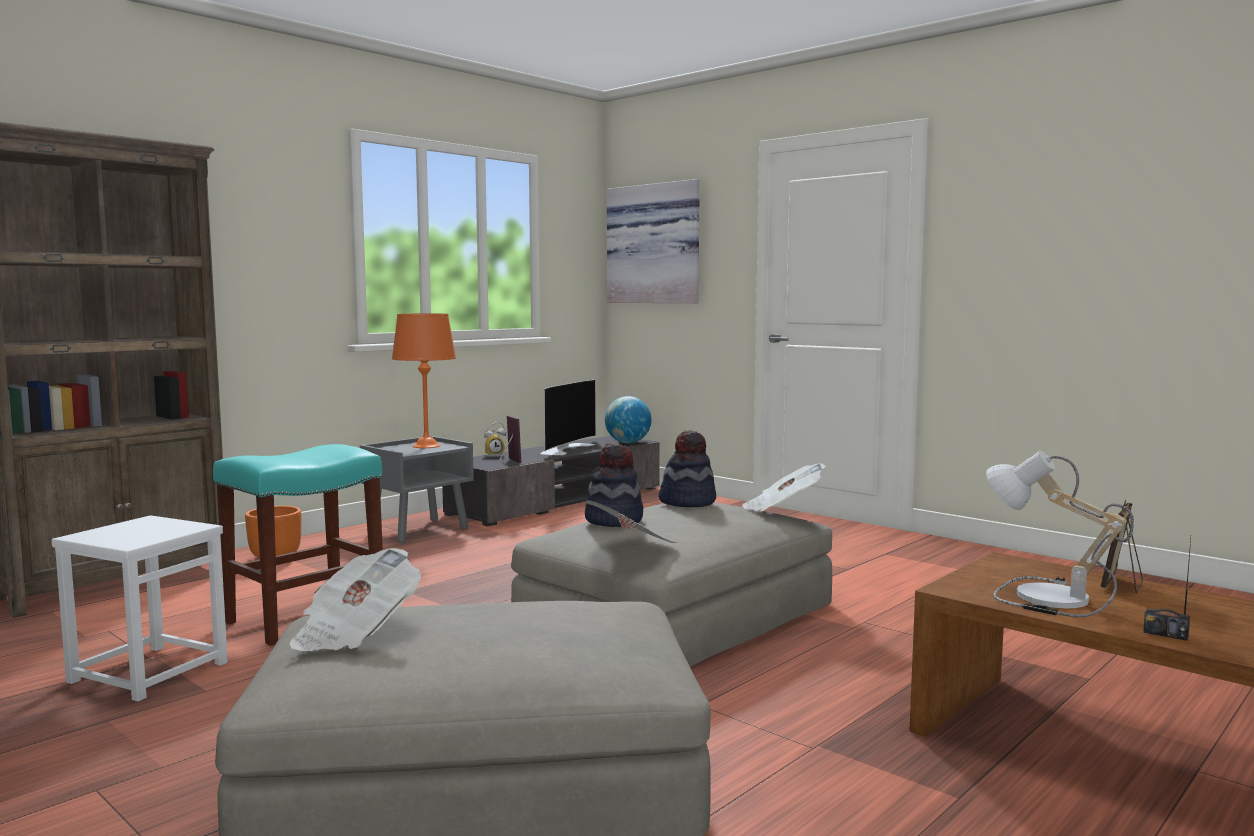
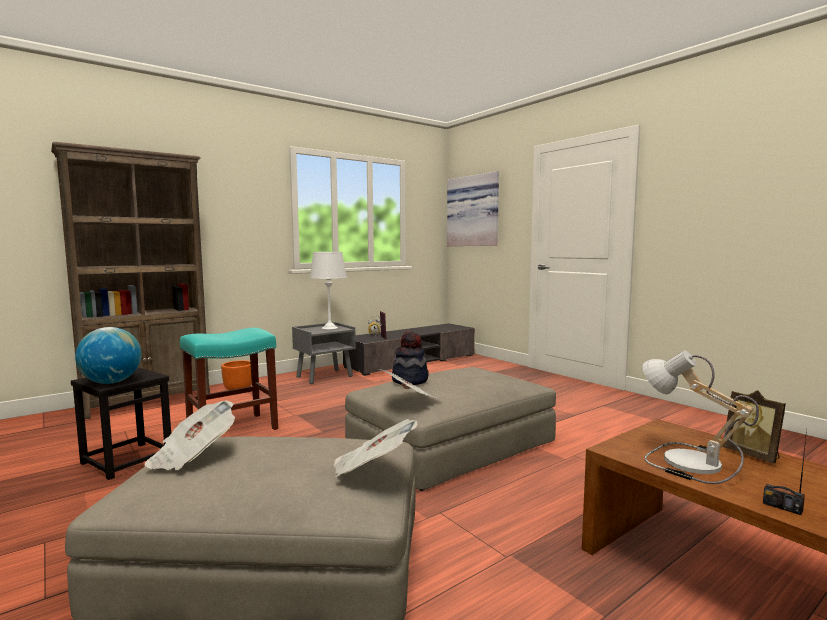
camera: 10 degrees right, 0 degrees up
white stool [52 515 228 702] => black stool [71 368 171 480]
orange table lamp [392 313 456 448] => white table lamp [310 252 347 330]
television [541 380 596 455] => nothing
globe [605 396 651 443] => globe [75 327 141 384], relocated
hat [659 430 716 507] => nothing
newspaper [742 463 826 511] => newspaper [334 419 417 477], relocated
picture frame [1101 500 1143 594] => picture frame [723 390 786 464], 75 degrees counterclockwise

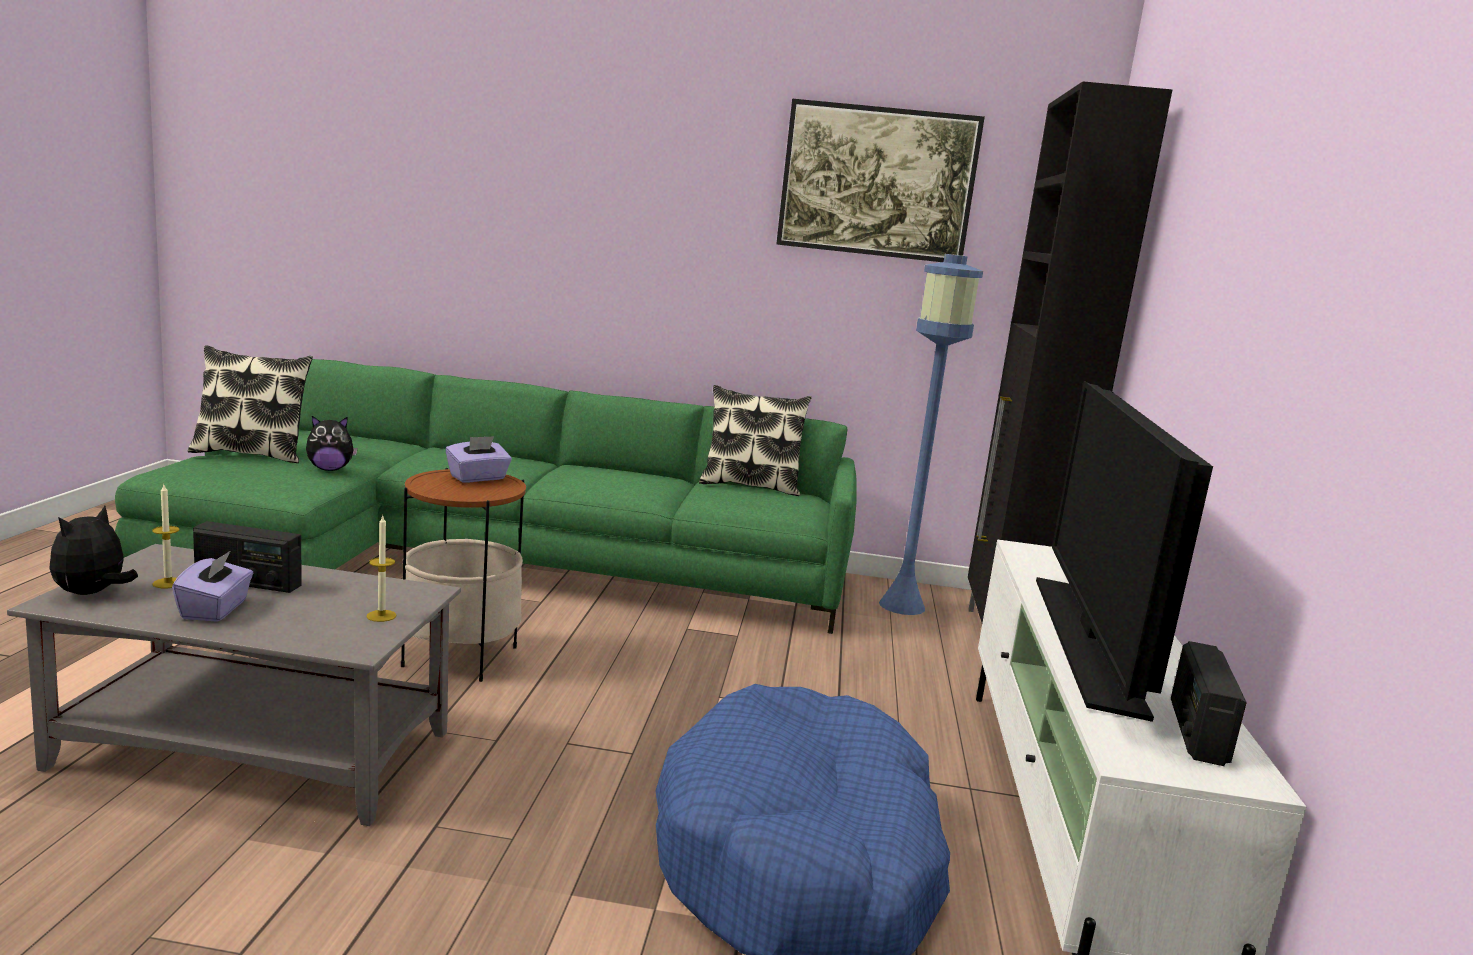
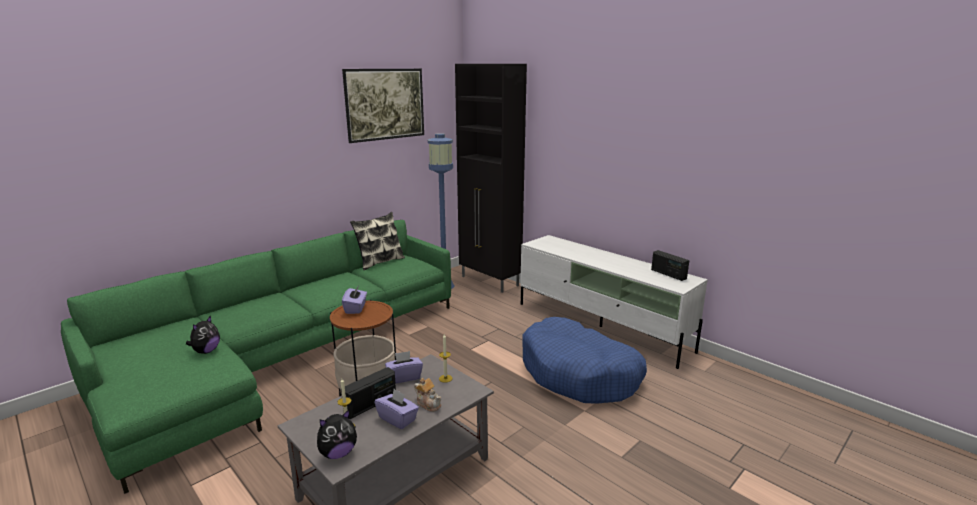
camera: 50 degrees left, 5 degrees up
plush toy [49 506 138 595] => plush toy [317 410 357 459], 90 degrees counterclockwise
pillow [188 345 313 463] => nothing
television [1036 381 1213 722] => nothing
nothing => purple tissue box [385 351 423 384]
nothing => teapot [414 378 441 412]

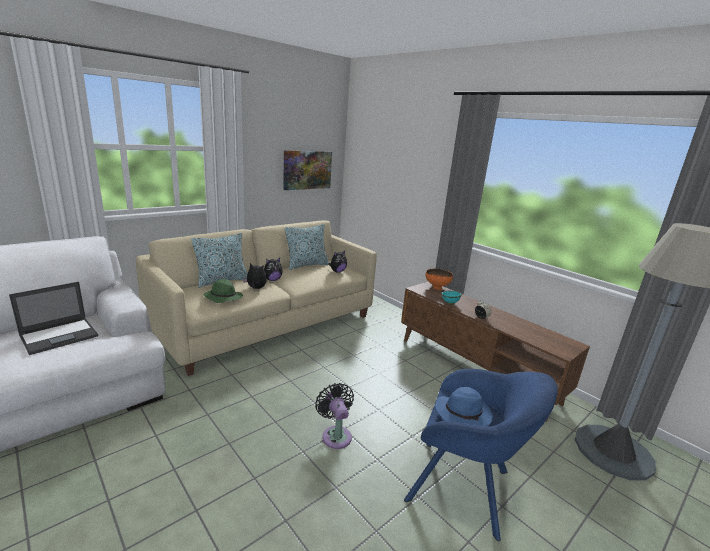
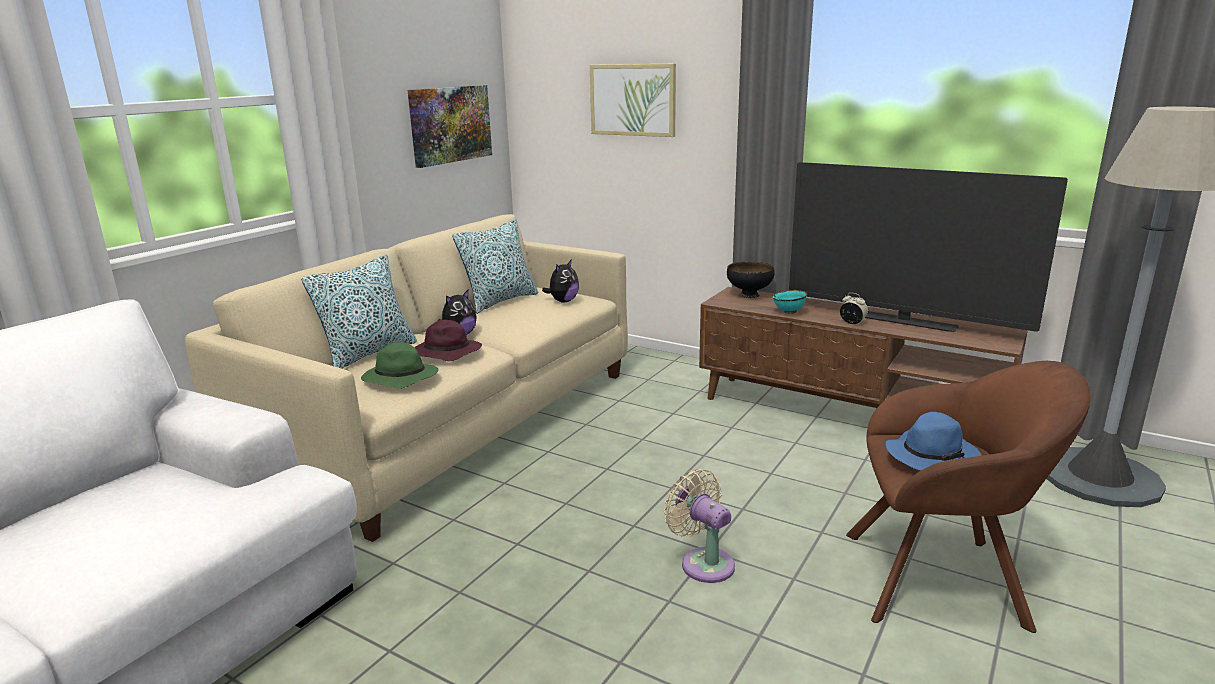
camera: 15 degrees left, 0 degrees up
laptop [9 282 98 355] => nothing
plush toy [243 263 267 289] => purple hat [415 320 482 361]
black fan [315 383 354 449] => beige fan [664 469 735 583]
blue armchair [404 369 558 541] => brown armchair [846 361 1091 633]
orange bowl [426 269 453 290] => black bowl [727 262 775 298]
nothing => picture [590 64 676 137]
nothing => television [789 162 1068 332]

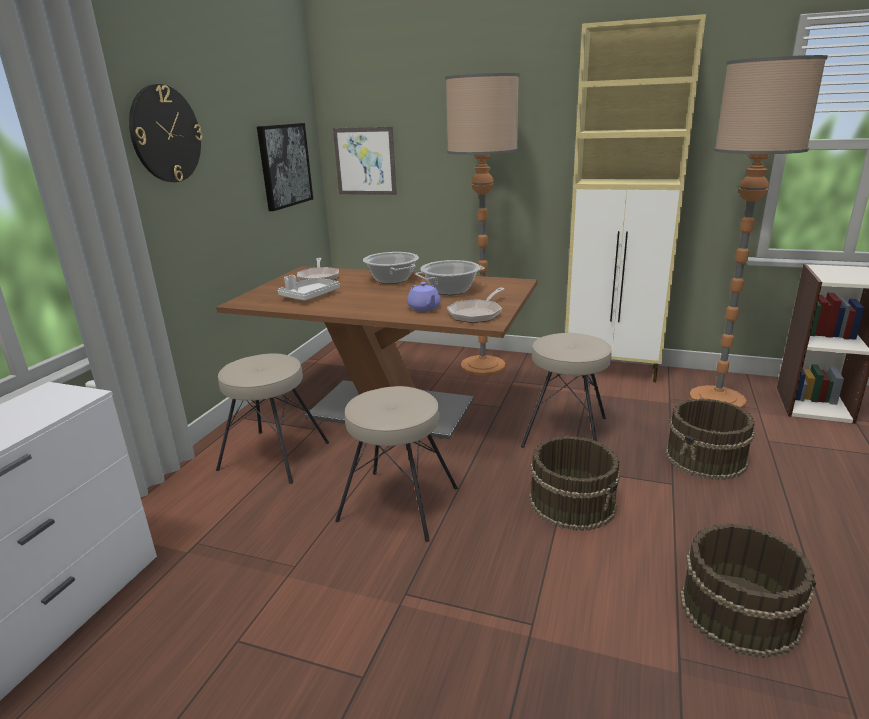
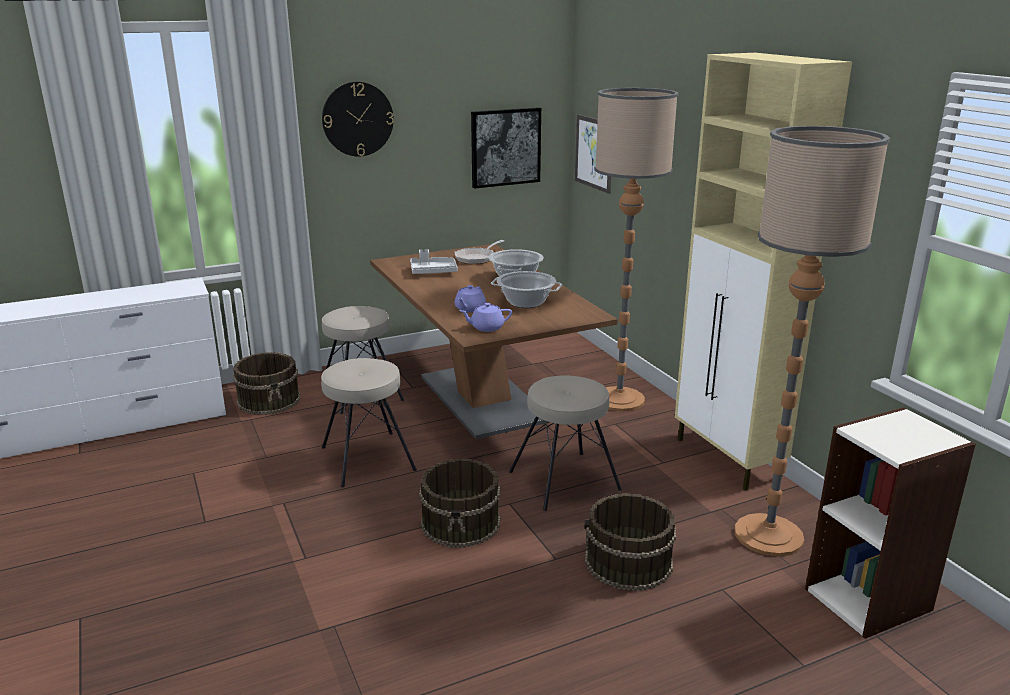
camera: 45 degrees right, 0 degrees up
frying pan [447 287 505 323] => purple teapot [459 303 512 332]
brown bucket [680 523 816 658] => brown bucket [233 352 301 415], relocated

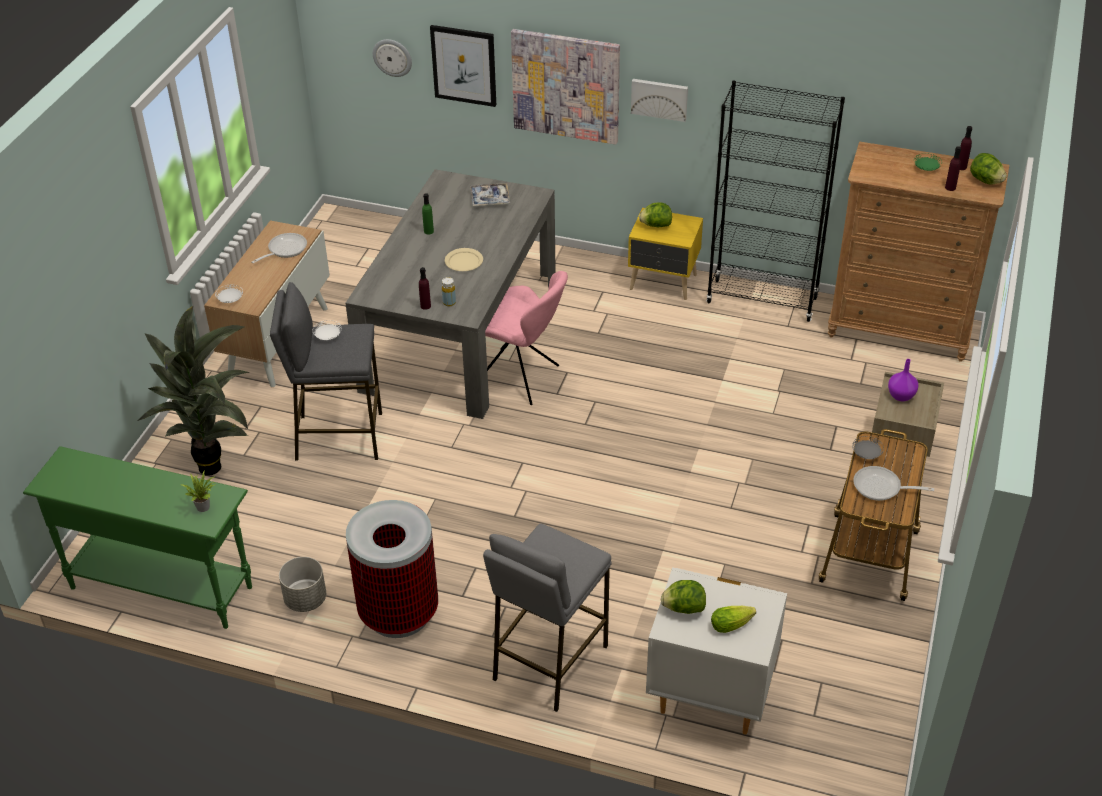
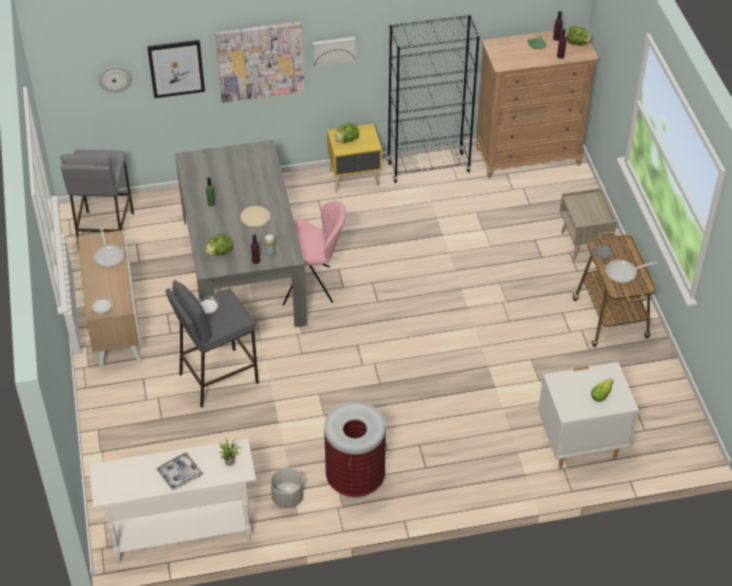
camera: 30 degrees left, 5 degrees up
green console table [23 446 252 629] => white console table [89 438 256 564]
potted plant [137 305 250 475] => nothing
frying pan [252 233 307 263] => frying pan [94 229 125 268], 150 degrees clockwise
tray [470 183 510 206] => tray [156 452 203 491], relocated
grey stool [483 523 612 712] => grey stool [60 150 134 251], relocated
lettuce [661 580 706 614] => lettuce [205 234 233 256], relocated
purple vase [888 359 918 401] => nothing

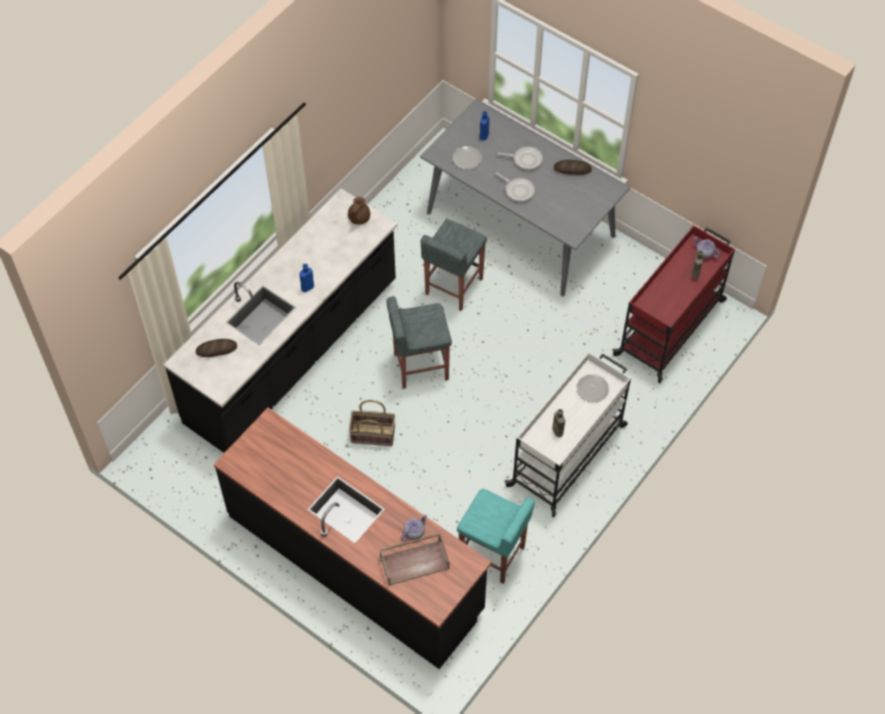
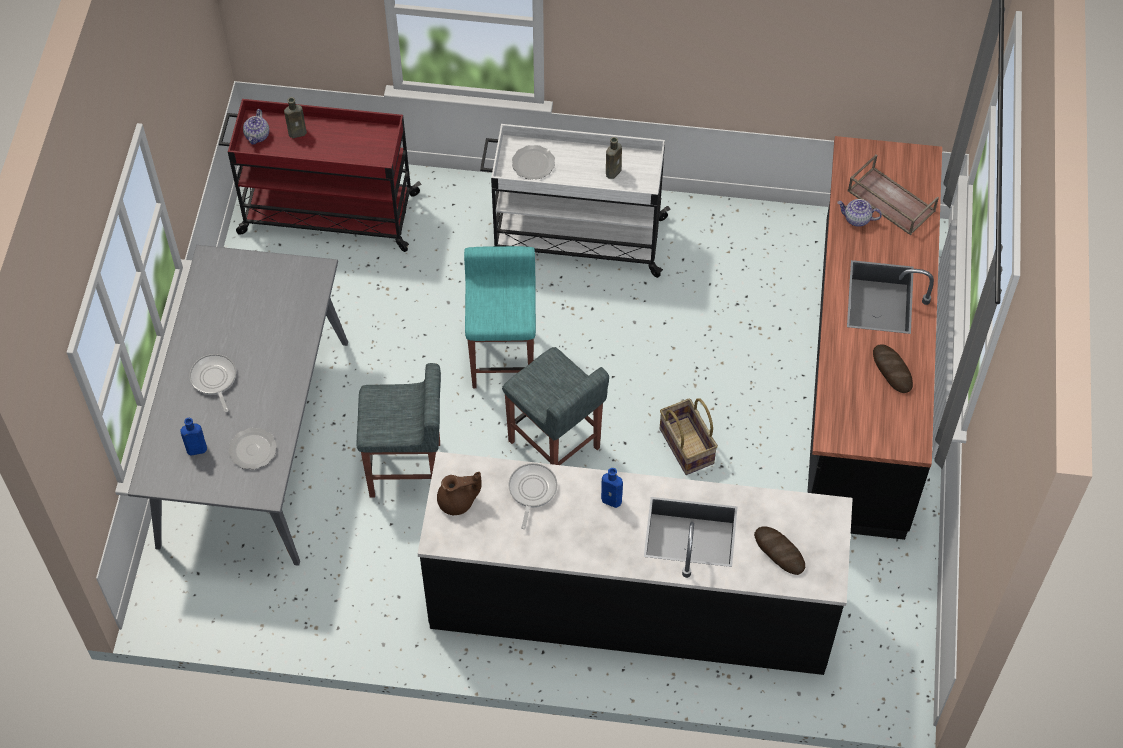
camera: 120 degrees left, 0 degrees up
turquoise stool [457 489 535 584] => turquoise stool [464 246 536 388], relocated
frying pan [496 172 535 202] => frying pan [508 463 557 529], relocated
bread [554 160 592 175] => bread [873 344 913 393], relocated

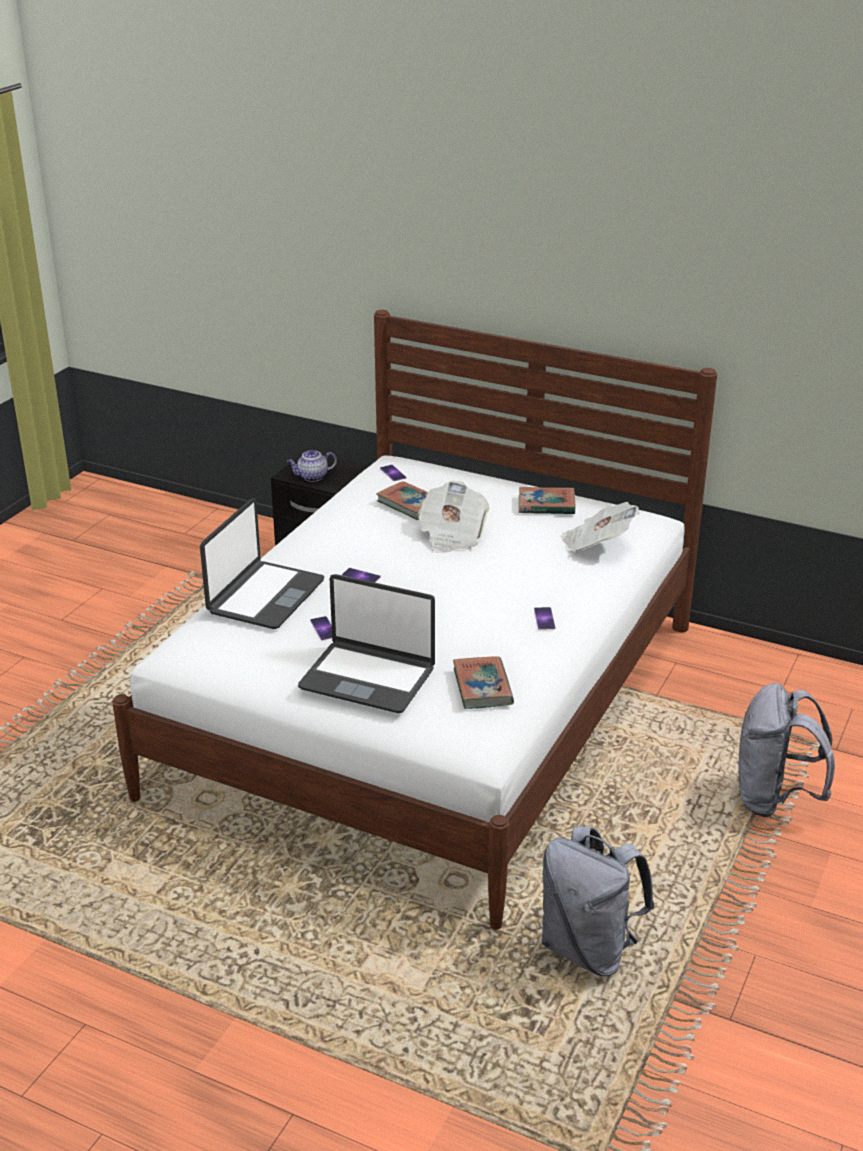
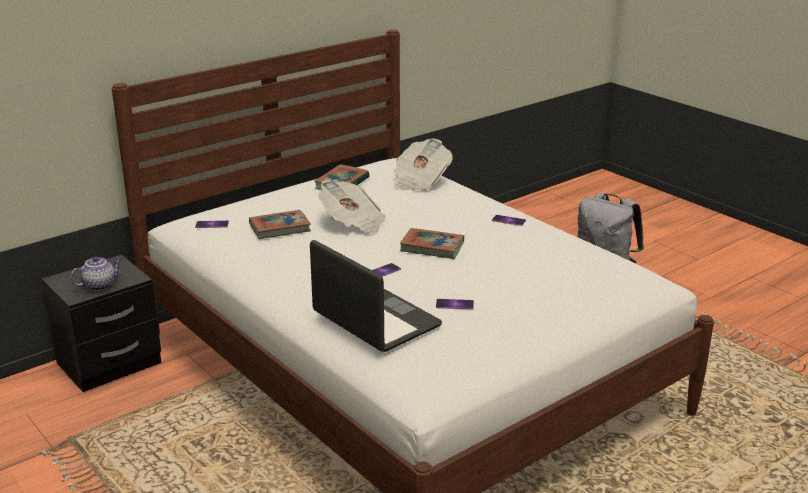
camera: 65 degrees left, 5 degrees down
teapot [287 450 337 482] => teapot [70 256 122 291], 135 degrees counterclockwise
laptop [298 574 435 713] => nothing
book [453 656 514 709] => book [400 228 464 259], relocated
grey backpack [541 826 654 976] => nothing

